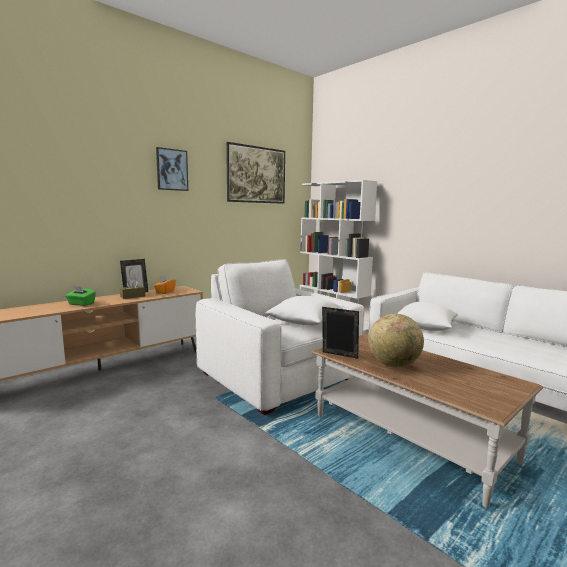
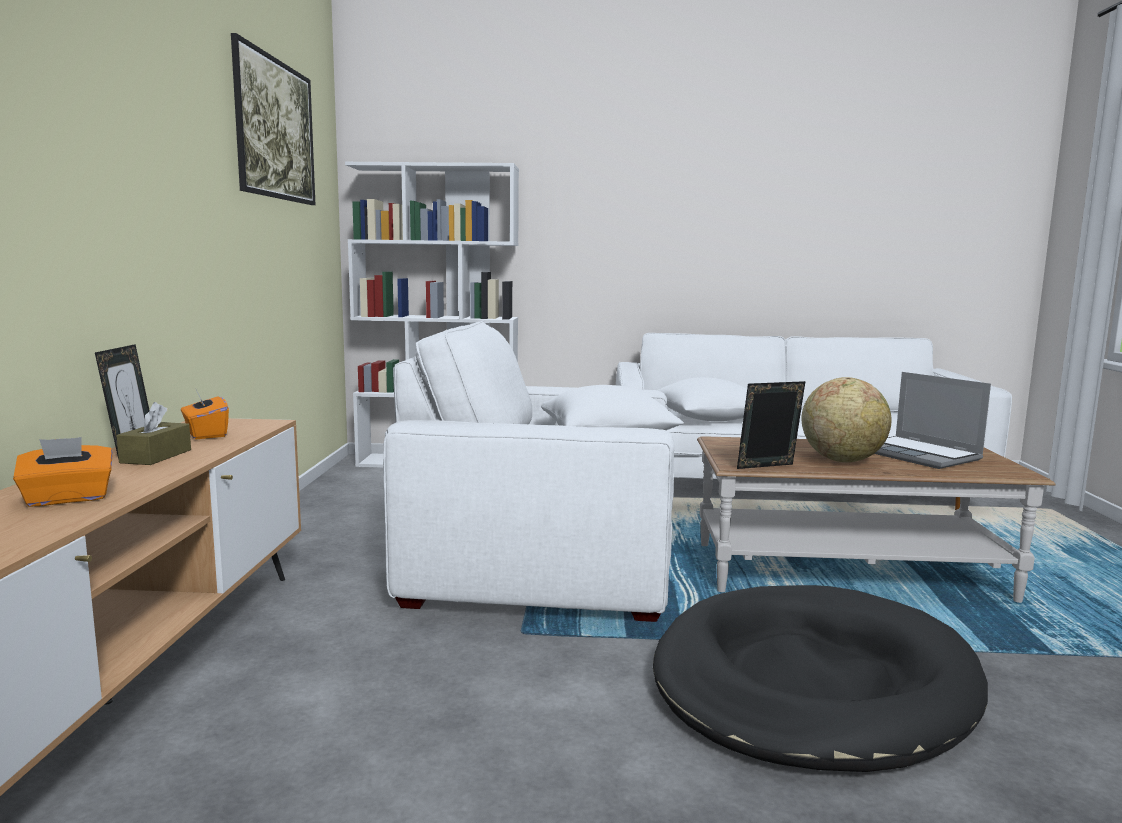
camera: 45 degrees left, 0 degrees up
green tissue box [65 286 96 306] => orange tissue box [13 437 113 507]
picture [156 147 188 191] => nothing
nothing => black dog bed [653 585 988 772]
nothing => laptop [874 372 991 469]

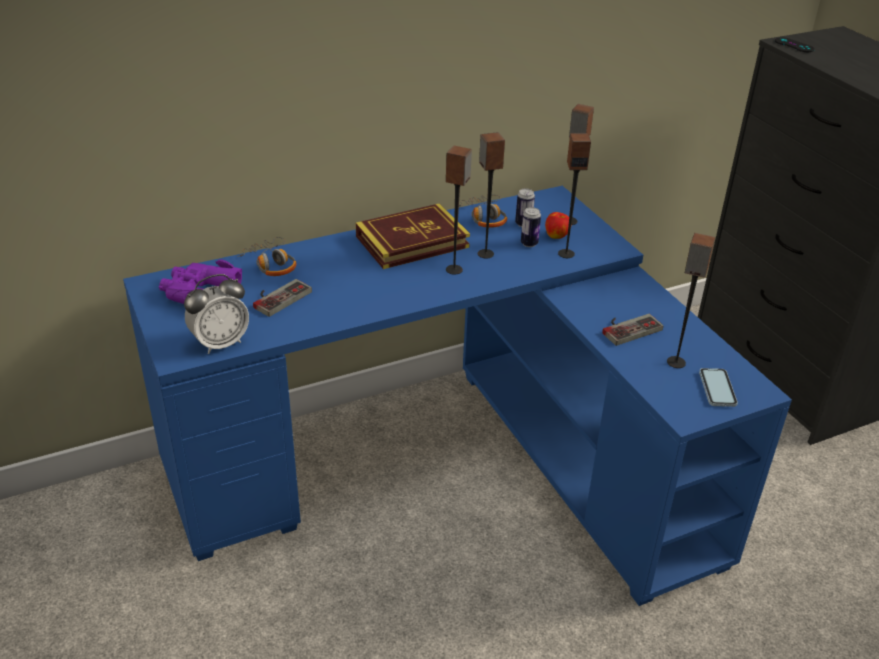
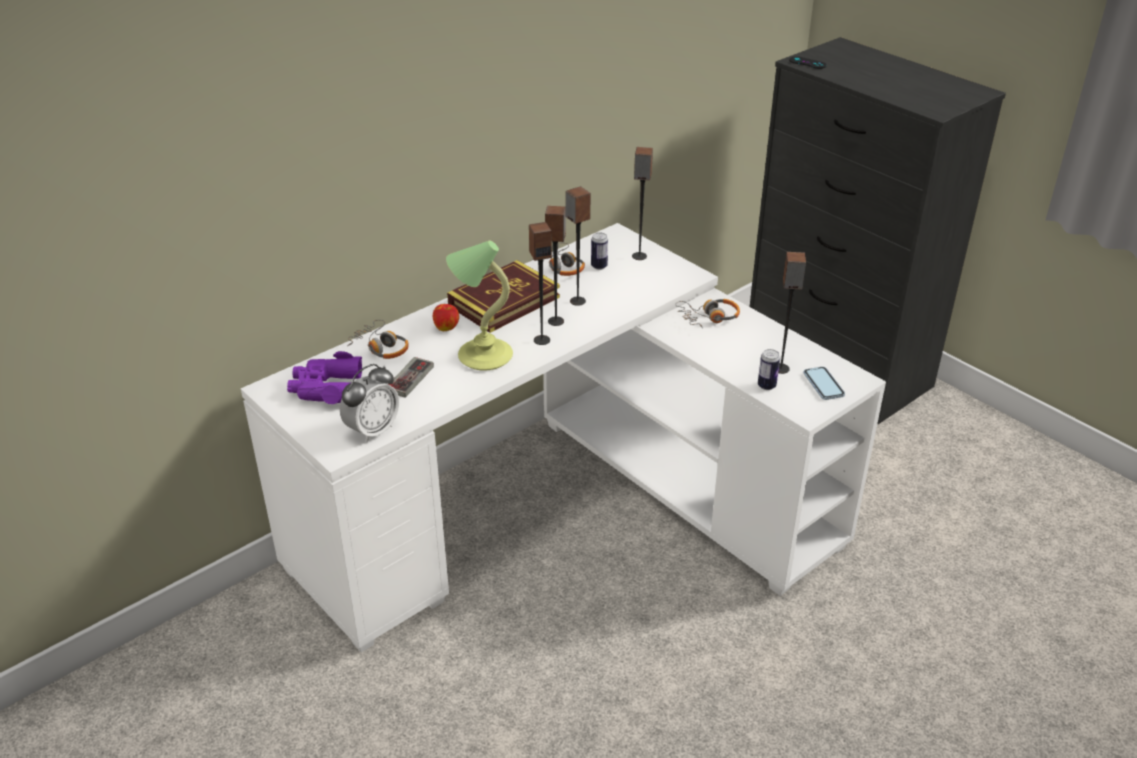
camera: 15 degrees left, 0 degrees up
blue desk [123 186 792 606] => white desk [241 223 886 652]
can [521 207 541 247] => can [758 349 780 390], relocated
apple [545 212 569 239] => apple [433 304 459 331], relocated
speaker [558 133 591 258] => speaker [529 222 552 345], relocated
game controller [602 314 663 346] => nothing
nothing => table lamp [446 241 513 371]
nothing => headphones [675 299 740 328]

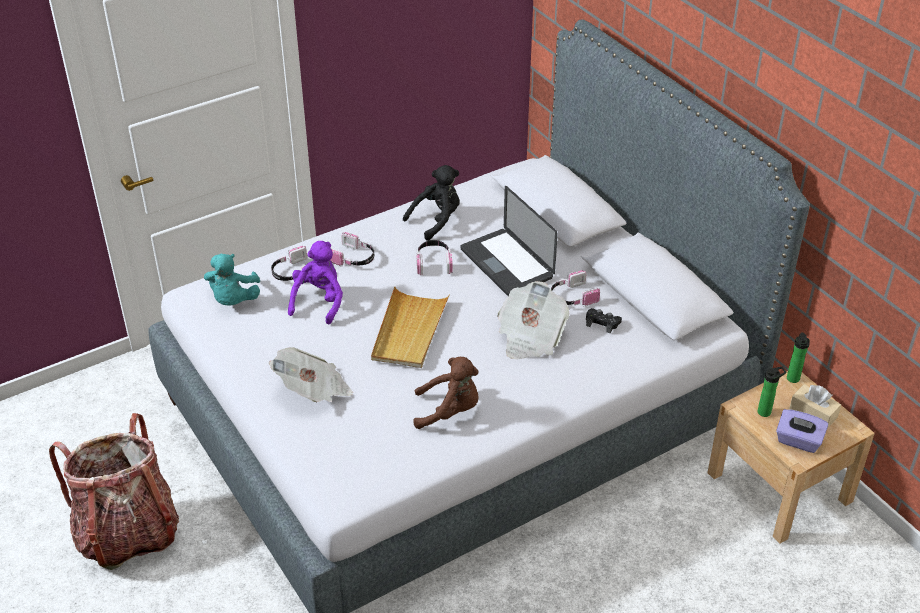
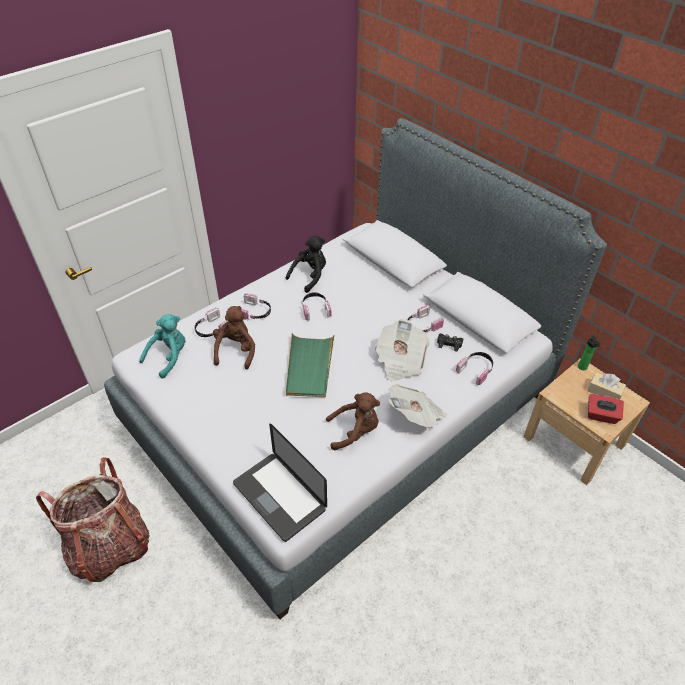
camera: 10 degrees left, 5 degrees up
turquoise plush toy [204 254 260 306] => turquoise plush toy [139 314 186 378], 135 degrees counterclockwise
newspaper [269 347 353 402] => newspaper [388 384 447 428], relocated
purple plush toy [288 241 343 324] => brown plush toy [213 306 255 369]
beige tray [371 287 449 368] => green tray [286 333 334 398]
laptop [460 186 558 296] => laptop [233 423 327 542], relocated
bottle [758 367 786 417] => nothing
purple tissue box [776 409 829 453] => red tissue box [588 394 624 424]
nothing => headphones [456 352 494 385]

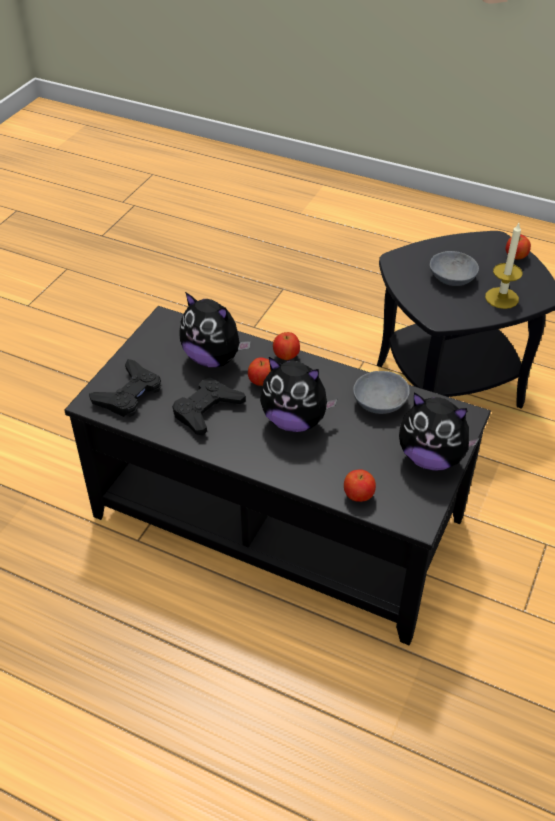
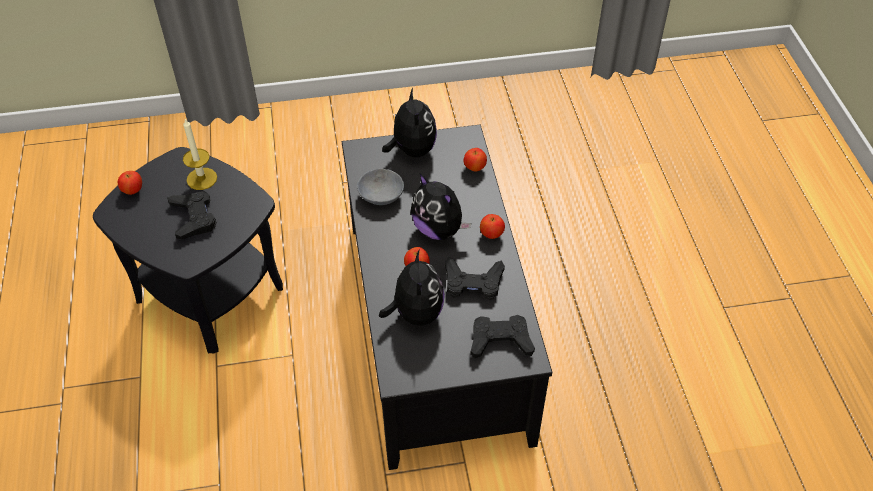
camera: 125 degrees left, 5 degrees up
plush toy [260 357 338 432] => plush toy [410 174 471 240], 150 degrees clockwise
apple [273 332 300 360] => apple [480 214 505 239], relocated
grey bowl [430 251 479 286] => black game controller [167 191 216 239]

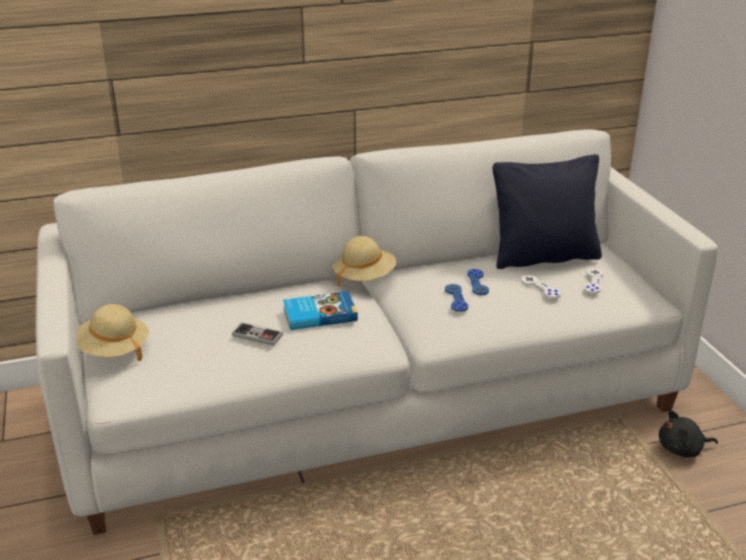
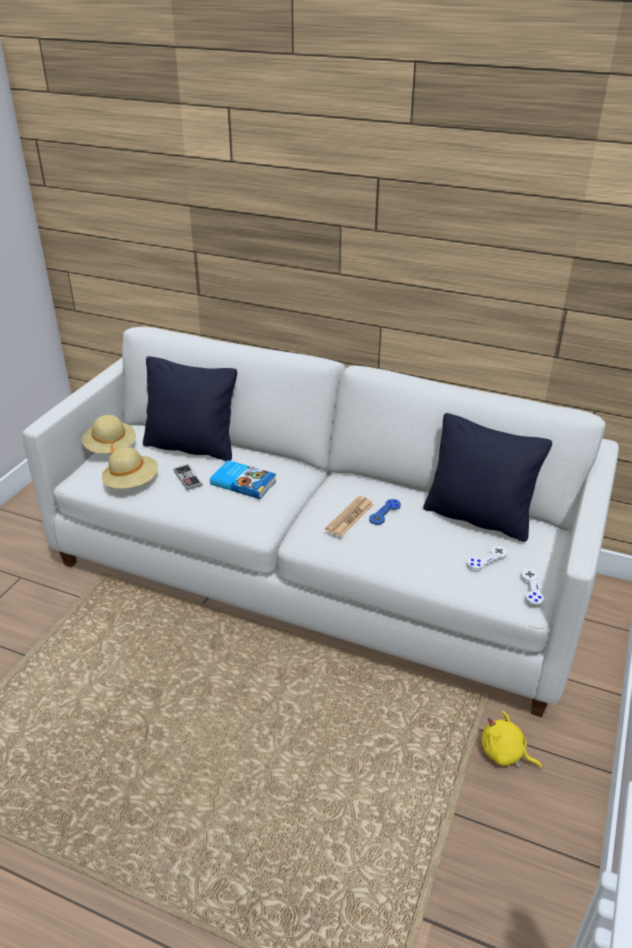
camera: 40 degrees right, 5 degrees up
beige hat [332 236 396 287] => beige hat [102 447 158 489], relocated
blue game controller [445 284 468 312] => newspaper [325 496 374 537]
white game controller [521 275 561 299] => white game controller [521 569 544 605], relocated
black plush toy [659 410 718 457] => yellow plush toy [481 711 542 769]
nothing => black pillow [143 356 237 461]

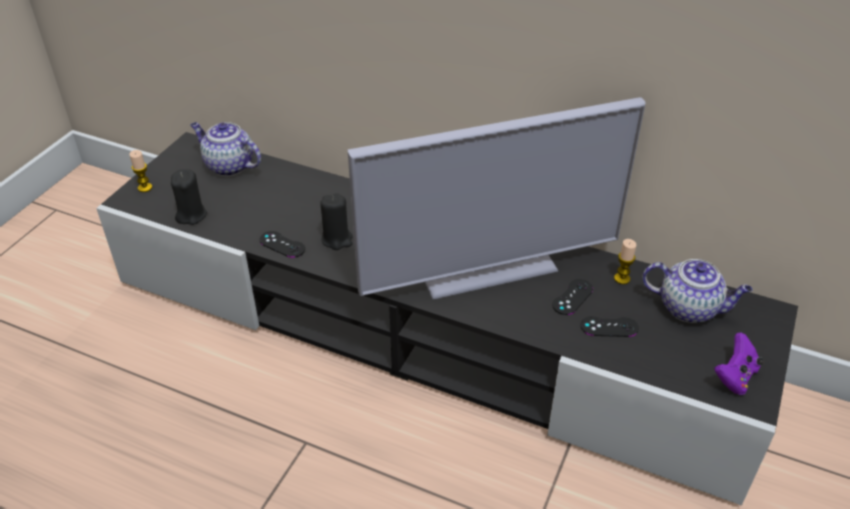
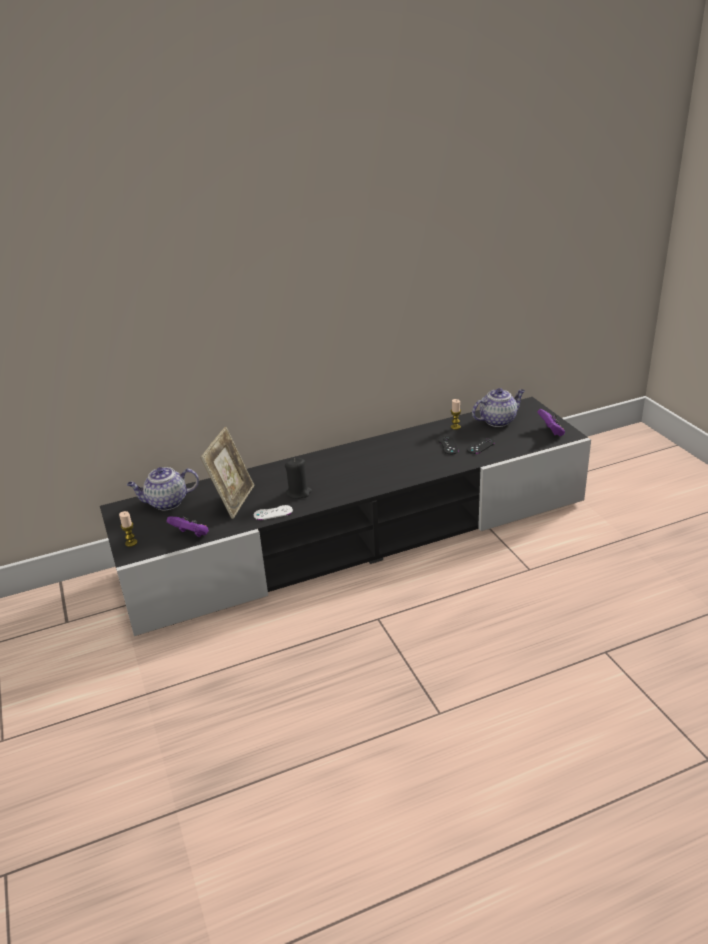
camera: 45 degrees left, 10 degrees down
black candle [171 169 207 225] => purple game controller [167 516 209 537]
black game controller [259 231 305 258] => white game controller [254 505 293 520]
television [348 97 645 299] => nothing
nothing => picture frame [200 427 255 519]

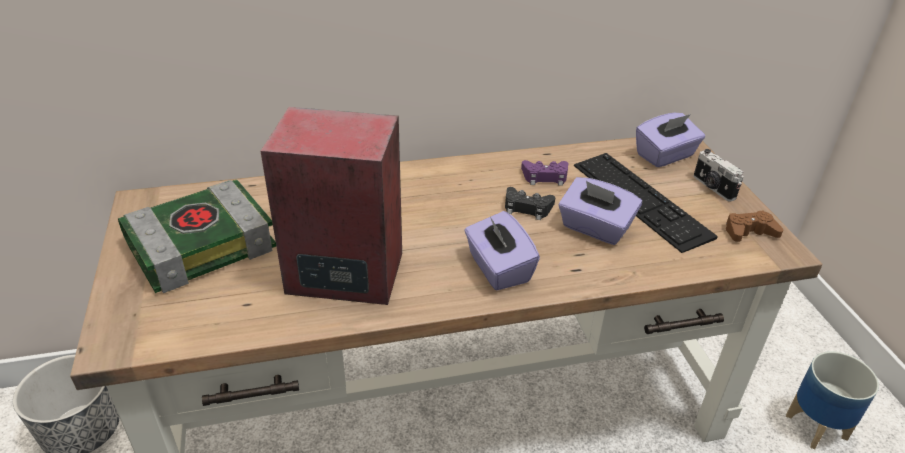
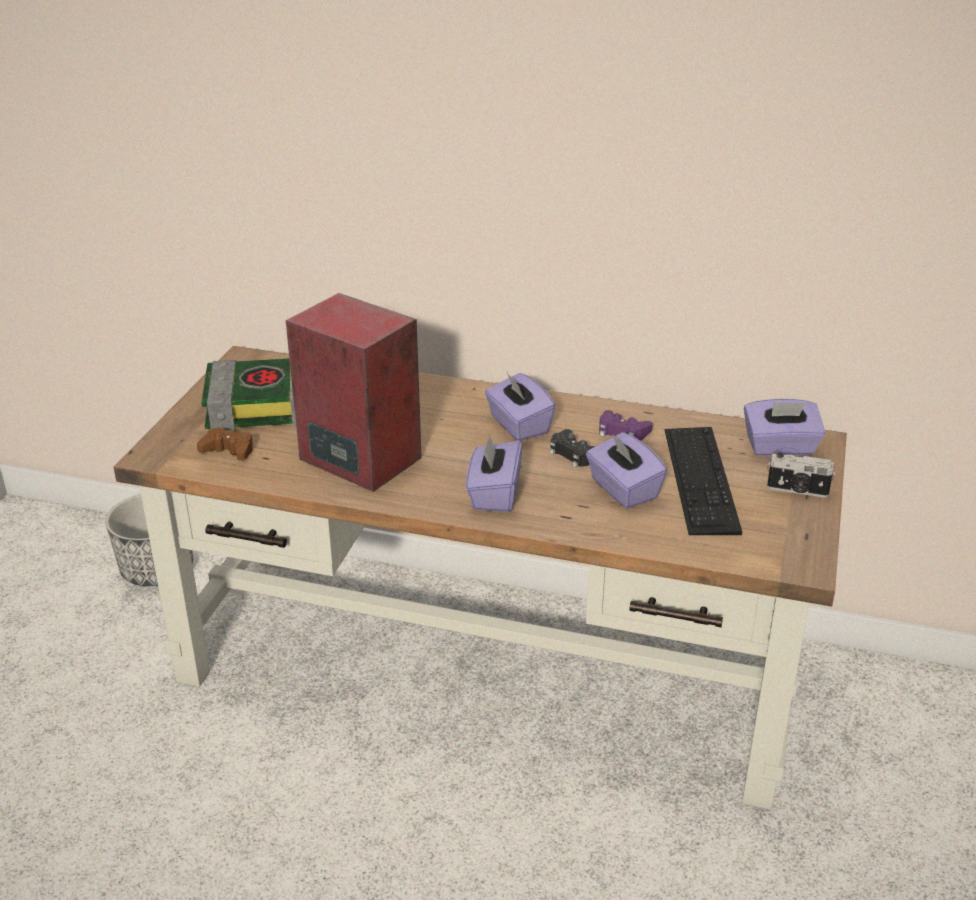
camera: 30 degrees right, 5 degrees down
photo camera [693 149 744 202] => photo camera [767 452 835 498], 75 degrees counterclockwise
brown game controller [726 211 783 242] => brown game controller [197 427 253 461], relocated
planter [786 351 879 449] => nothing
nothing => purple tissue box [485 373 556 441]

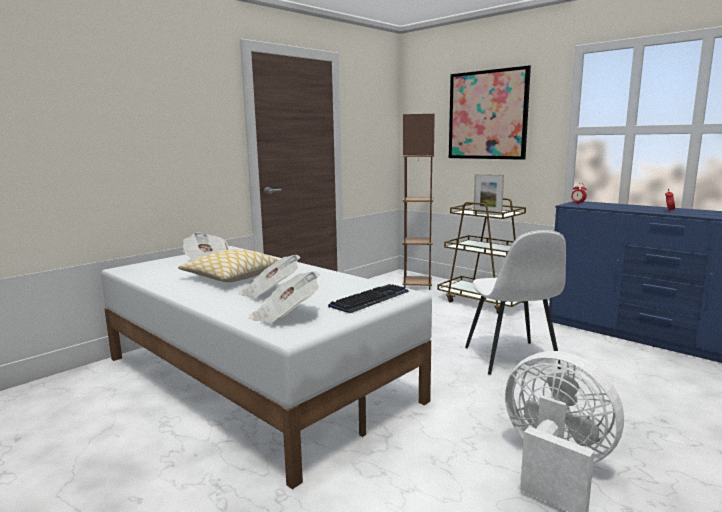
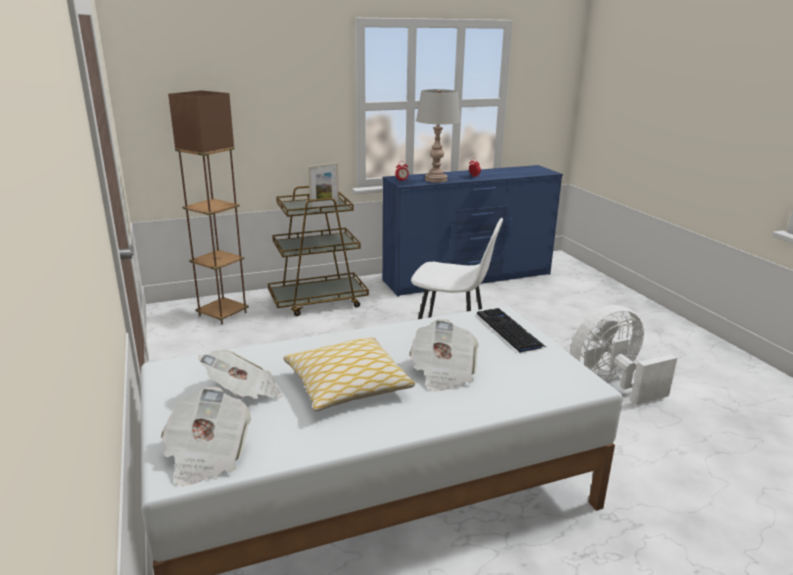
camera: 65 degrees left, 10 degrees up
newspaper [249 271 320 324] => newspaper [161 387 251 486], relocated
picture [449 65 531 160] => nothing
nothing => grey table lamp [416 89 461 183]

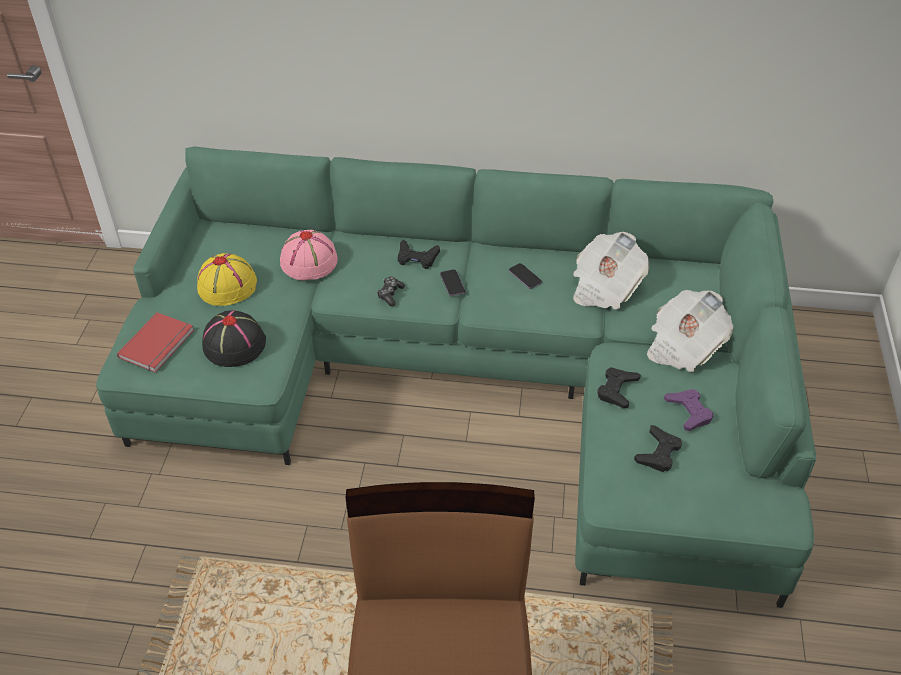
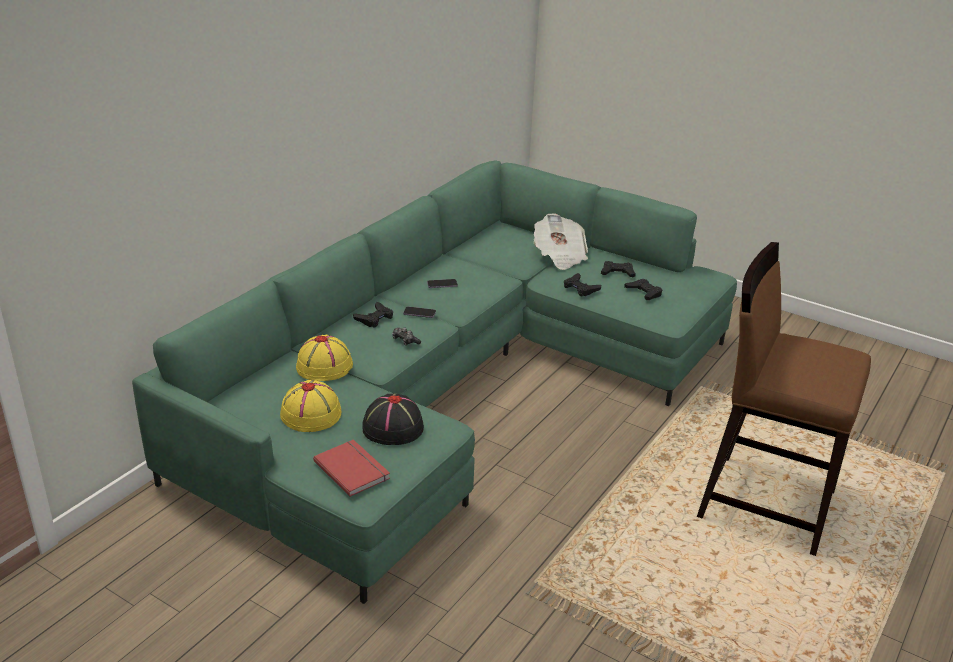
camera: 65 degrees left, 15 degrees down
pink hat [280 230 338 280] => yellow hat [296 335 353 381]
newspaper [573 232 649 310] => nothing
purple game controller [664 389 713 431] => black game controller [601 261 636 278]

